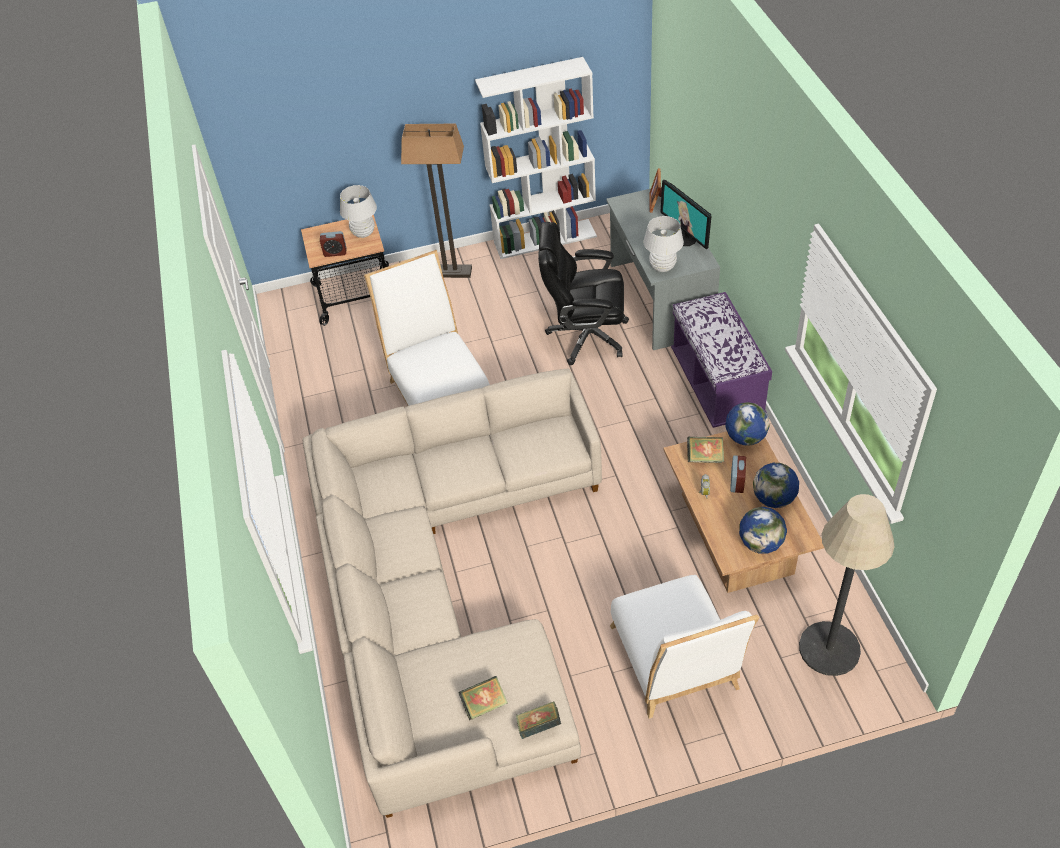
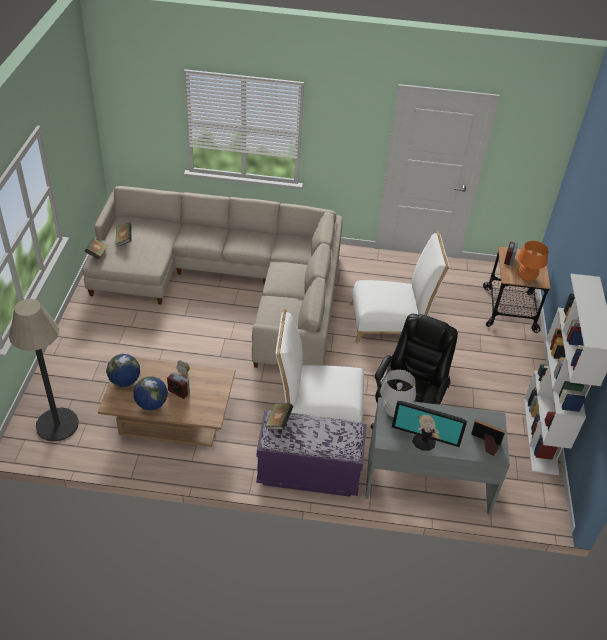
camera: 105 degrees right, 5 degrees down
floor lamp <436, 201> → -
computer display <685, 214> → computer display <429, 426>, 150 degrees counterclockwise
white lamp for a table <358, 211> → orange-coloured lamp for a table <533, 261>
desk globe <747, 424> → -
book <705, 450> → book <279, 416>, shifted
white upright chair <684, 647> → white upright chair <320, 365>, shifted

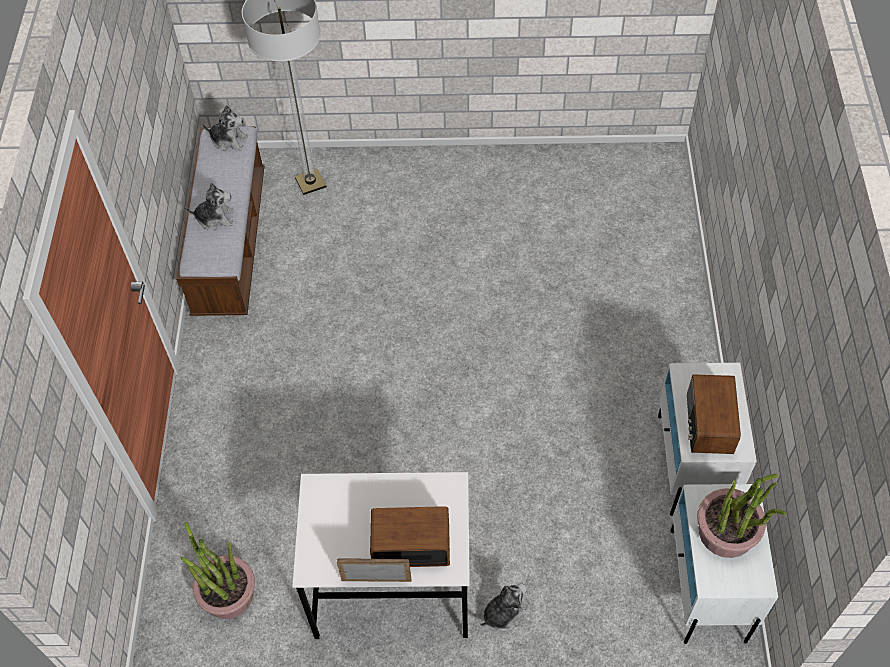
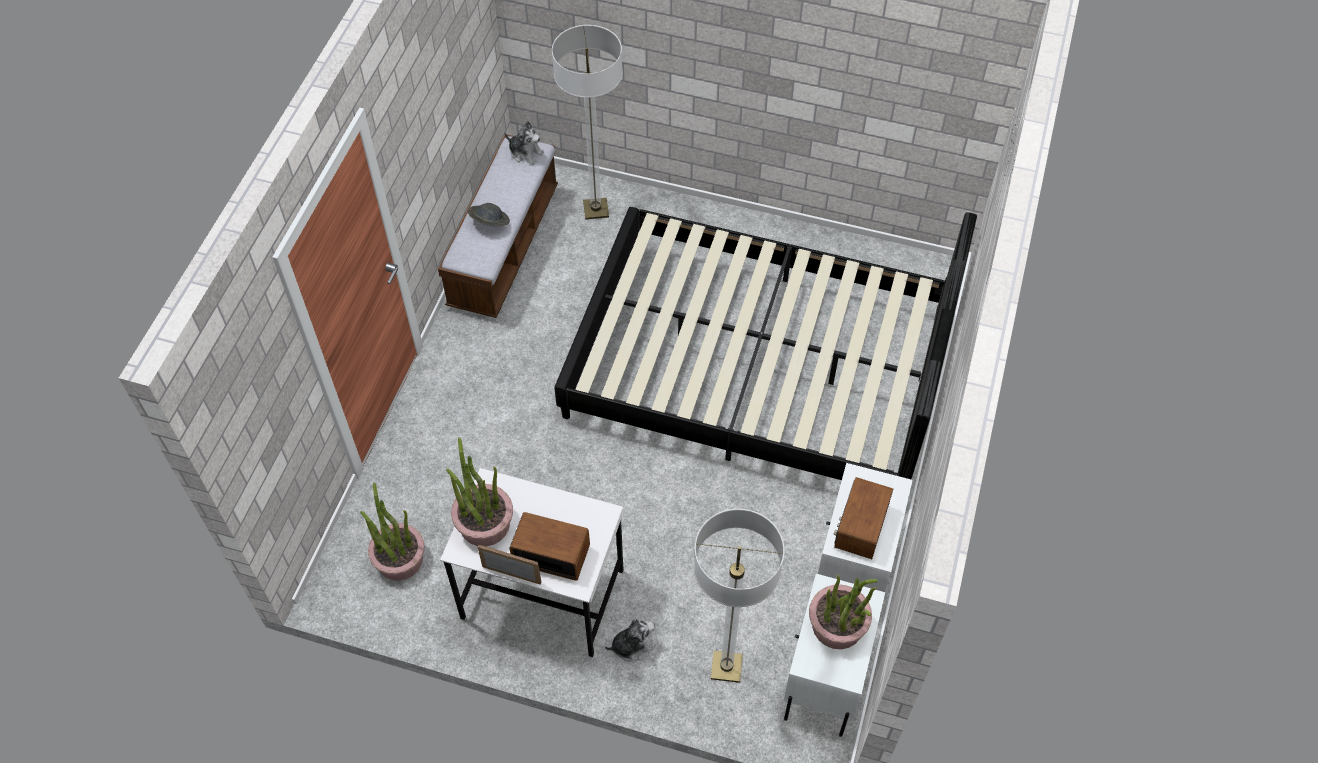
camera: 15 degrees right, 0 degrees up
soft toy <209, 206> → greyish clothing hat <489, 214>
- → black bed <765, 343>
- → houseplant <479, 491>
- → floor lamp <739, 596>

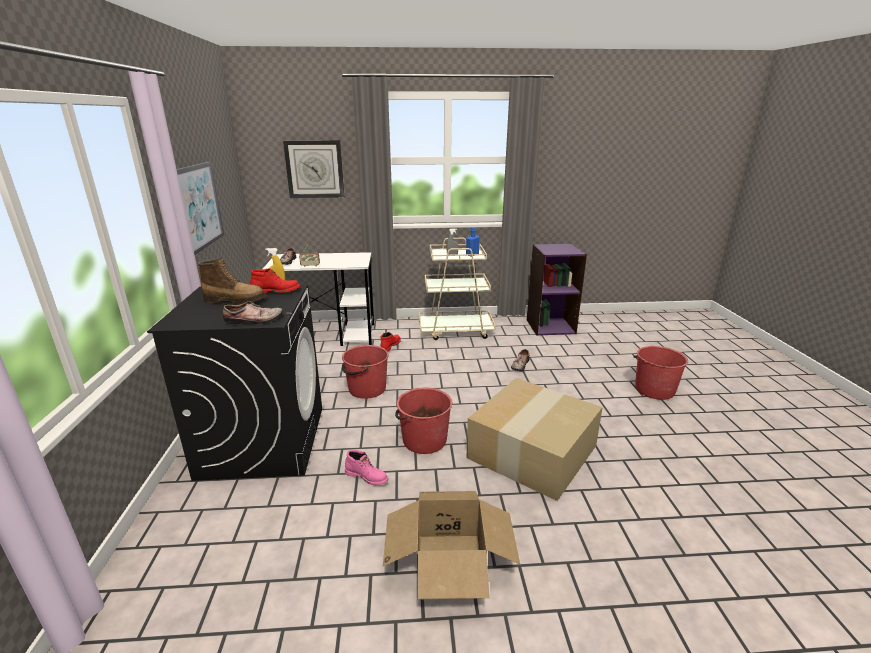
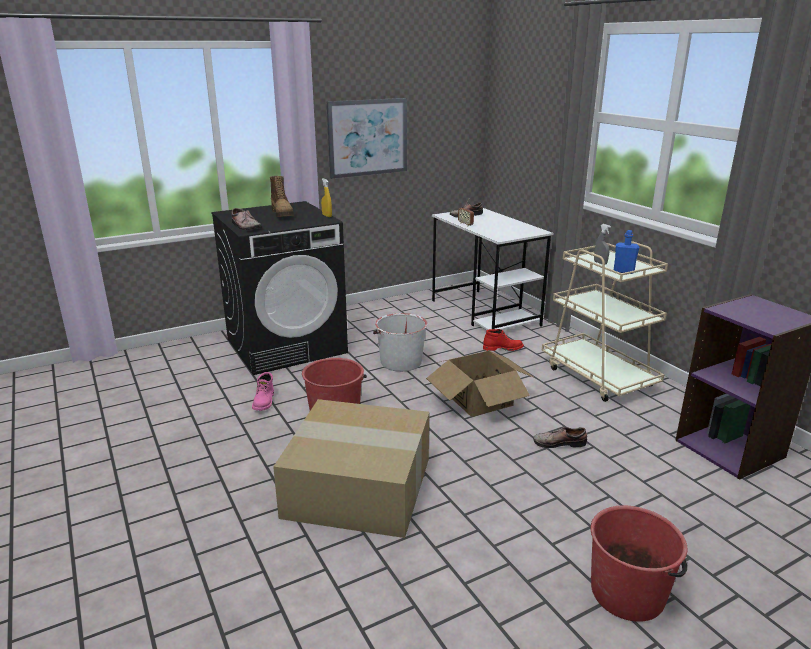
camera: 65 degrees right, 0 degrees up
clock on the wall <314, 169> → -
red high-top boot <275, 281> → -
red bucket <365, 372> → white bucket <400, 342>
packing box <451, 545> → packing box <480, 384>, shifted

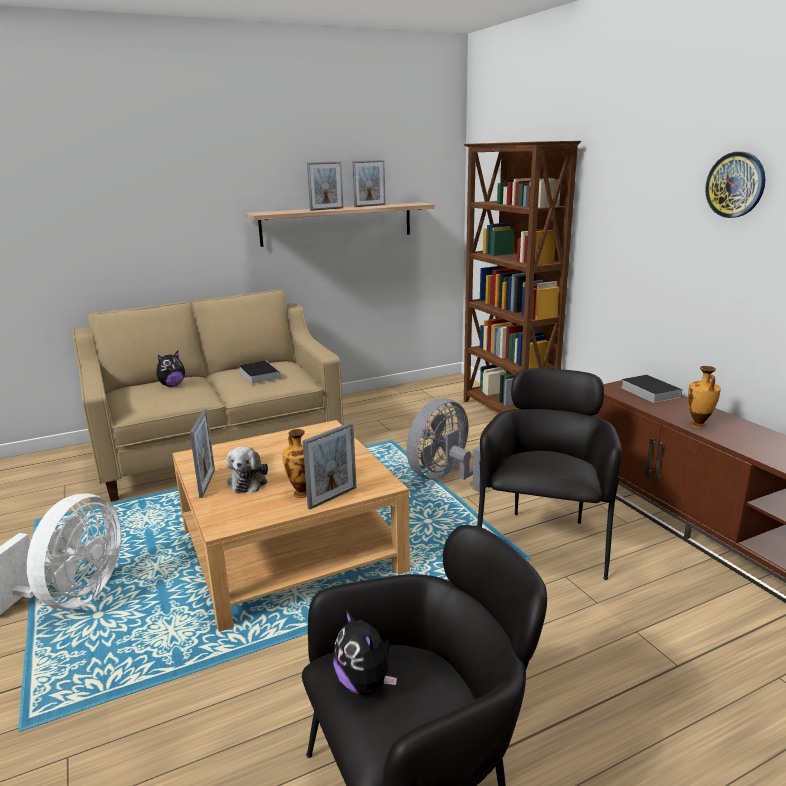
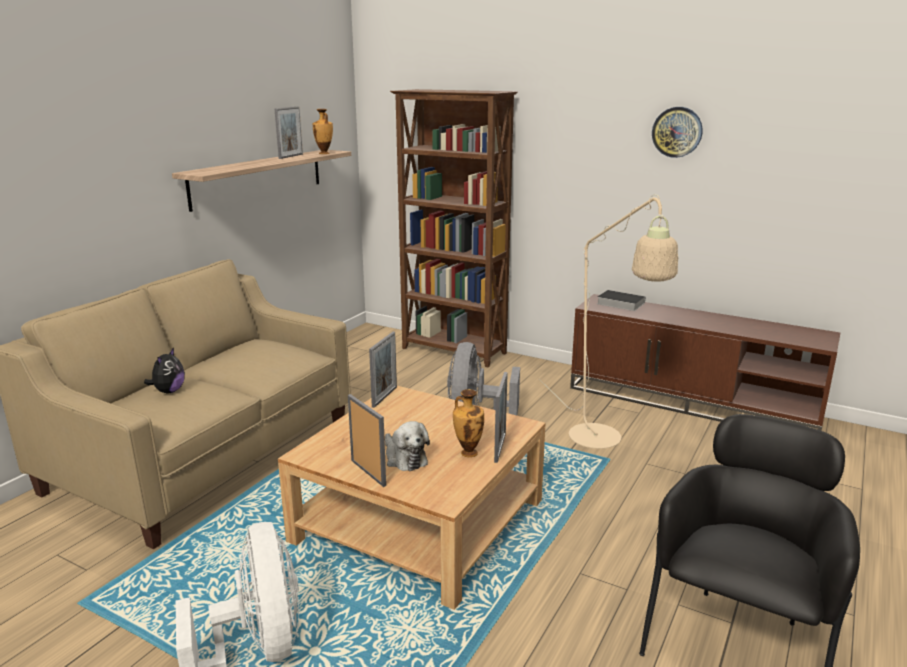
camera: 35 degrees left, 0 degrees up
picture frame <325, 186> → picture frame <383, 370>, shifted
book <259, 372> → -
decorative vase <704, 397> → decorative vase <323, 131>, shifted
black lounge chair <549, 474> → beige-coloured floor lamp <608, 321>
soft toy <365, 652> → -

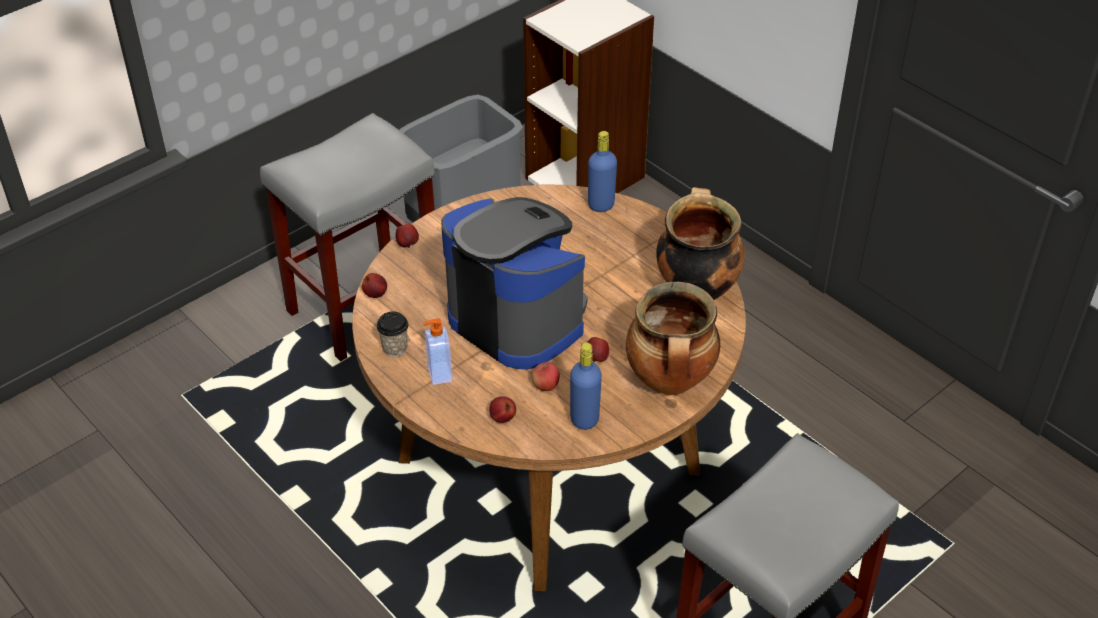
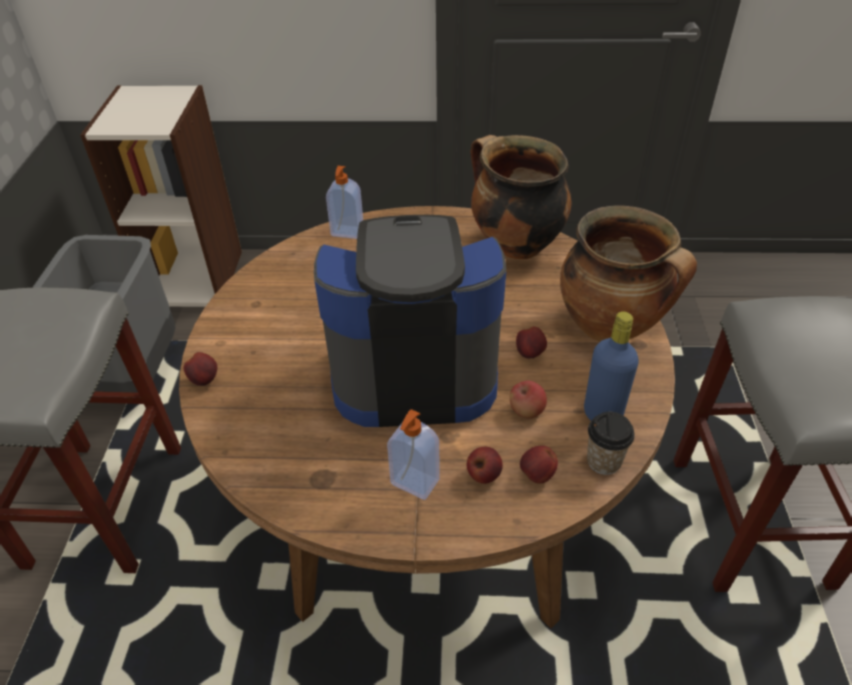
camera: 45 degrees left, 0 degrees up
blue-coloured bottle <602, 171> → soap bottle <344, 202>
whole apple <374, 285> → whole apple <485, 465>, shifted
cup <392, 334> → cup <611, 443>, shifted

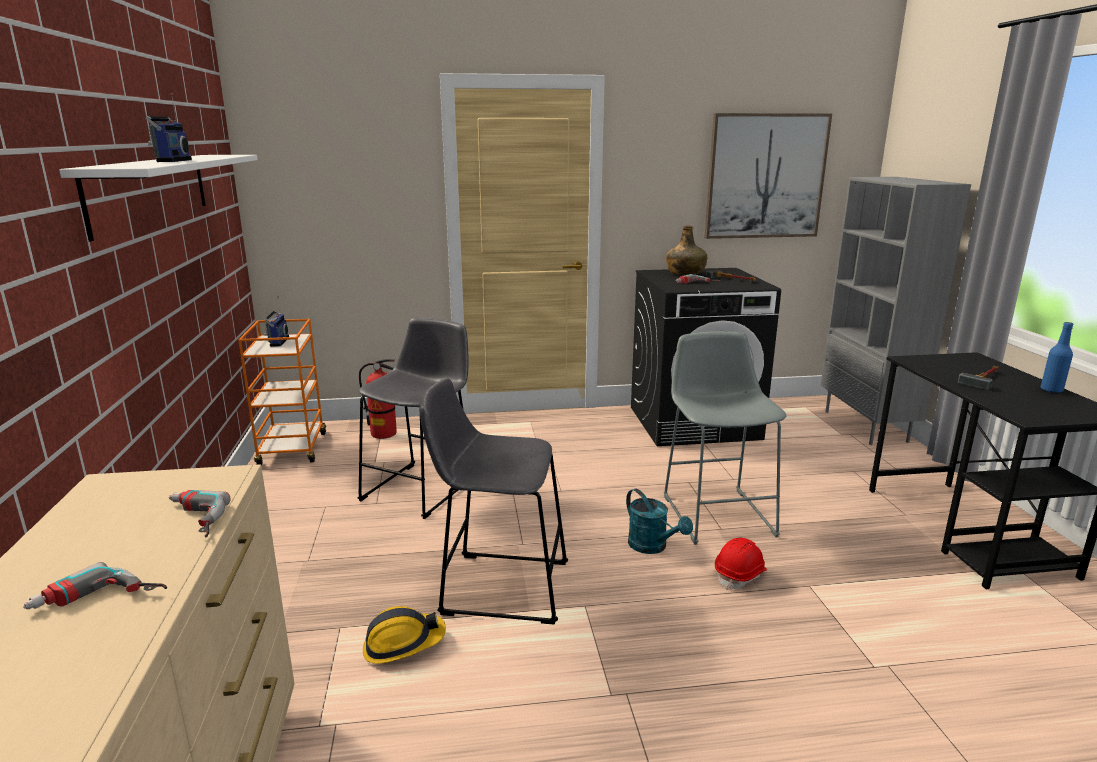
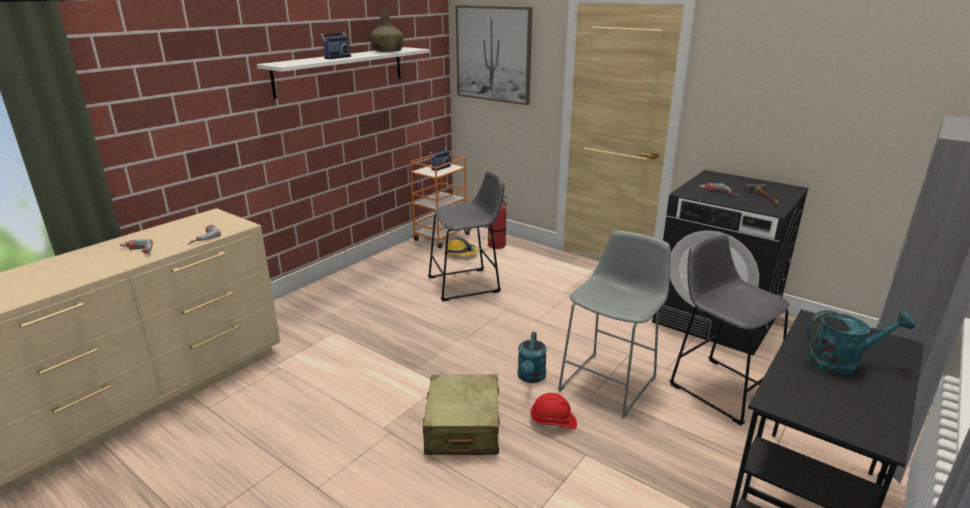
camera: 45 degrees right, 5 degrees up
picture <768, 176> → picture <494, 55>, shifted
greenish bottle <687, 250> → greenish bottle <387, 31>, shifted
blue-coloured bottle <1057, 357> → -
hand hammer <978, 378> → turquoise-coloured sprinkling can <860, 342>
greyish stool seat <493, 501> → greyish stool seat <729, 330>, shifted
safety helmet <404, 635> → safety helmet <461, 246>, shifted
- → beige-coloured piece of luggage <461, 414>

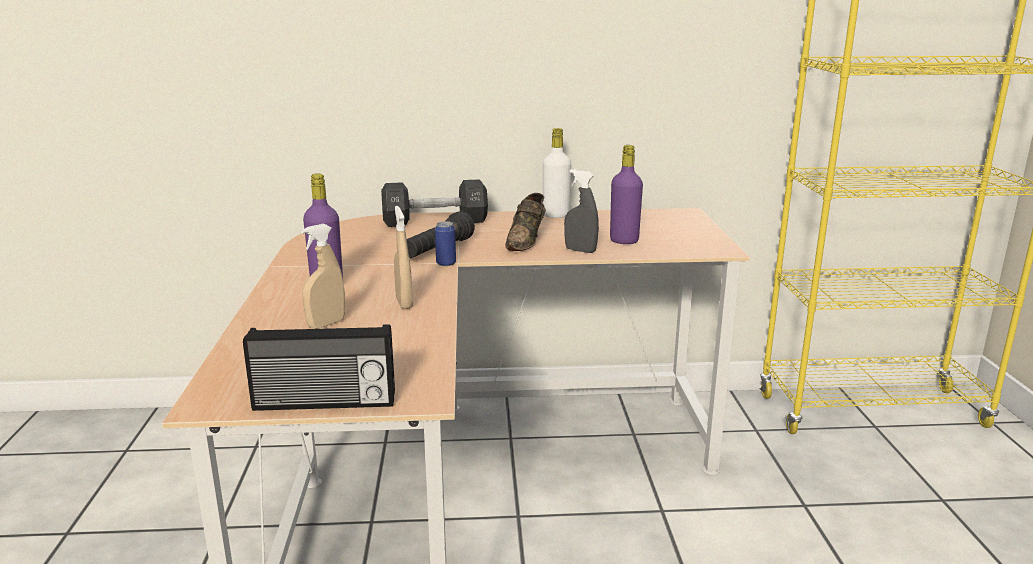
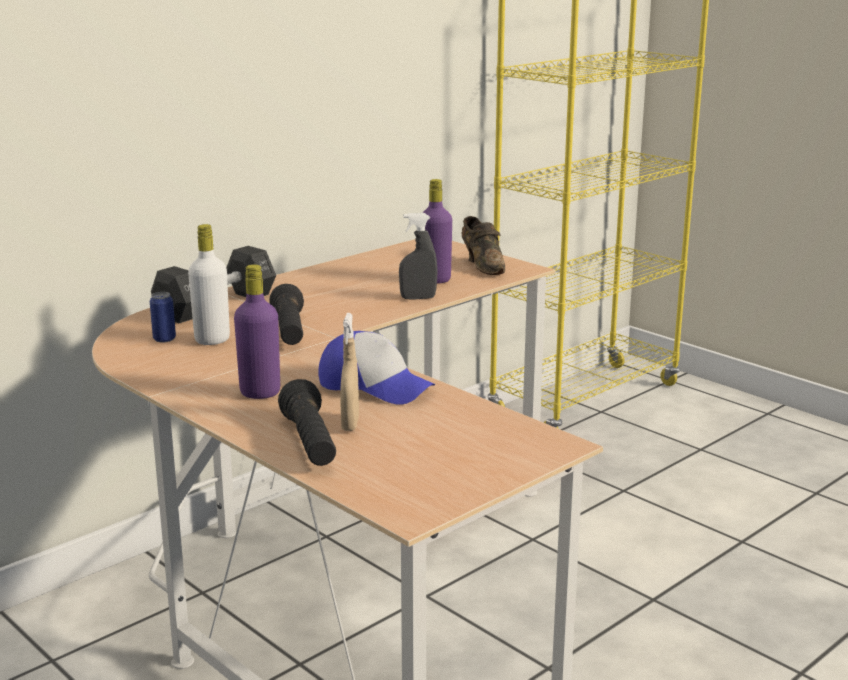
camera: 40 degrees left, 0 degrees up
white bottle <557, 173> → white bottle <209, 284>, shifted
brown low shoe <525, 222> → brown low shoe <483, 245>, shifted
beige-coloured sprayer <403, 257> → cap <376, 368>
metal can <445, 243> → metal can <163, 317>, shifted
radio <319, 367> → -
- → black hand torch <307, 422>

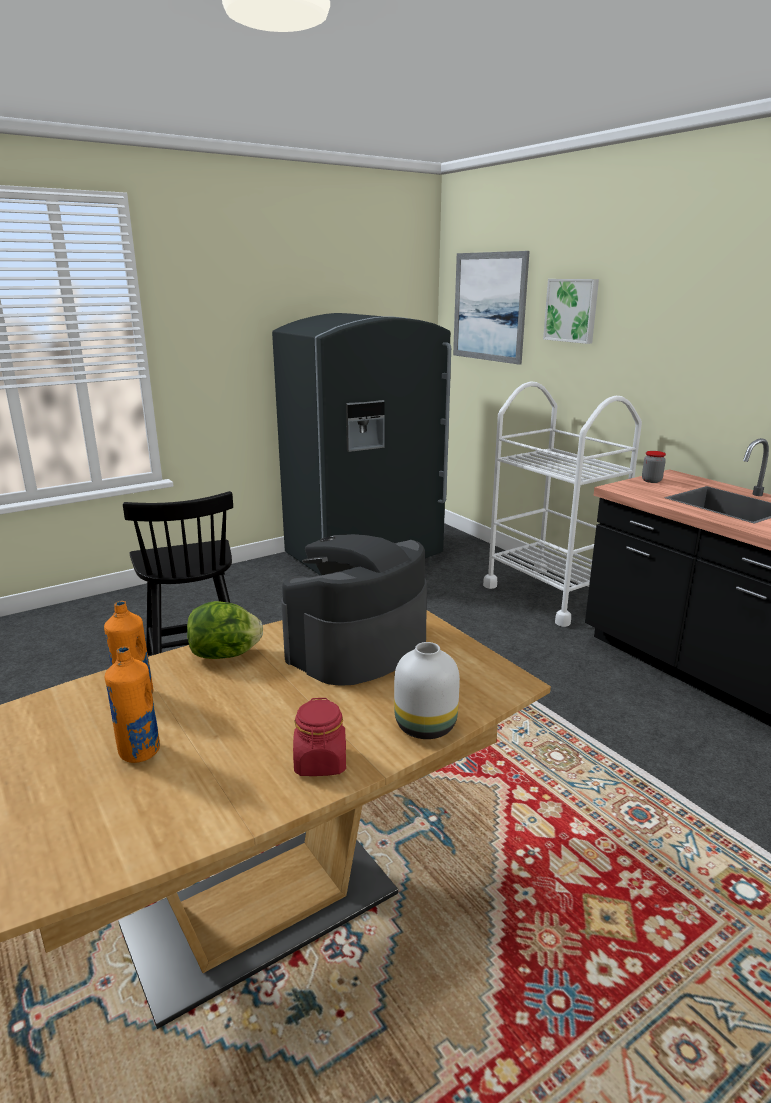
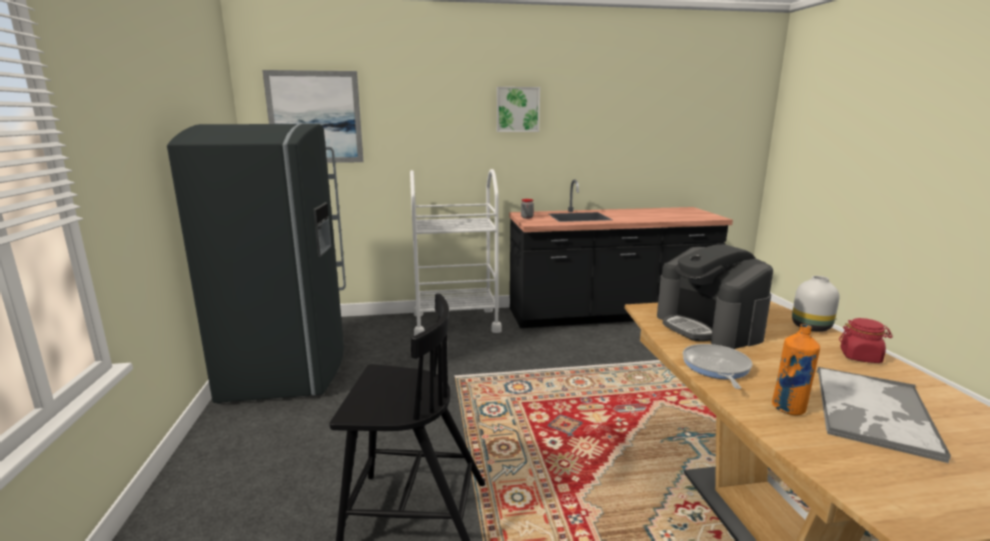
camera: 65 degrees left, 5 degrees down
picture <571, 311> → picture <518, 109>, shifted
lettuce <225, 630> → pan <717, 366>
orange-coloured bottle <132, 704> → tray <884, 415>

